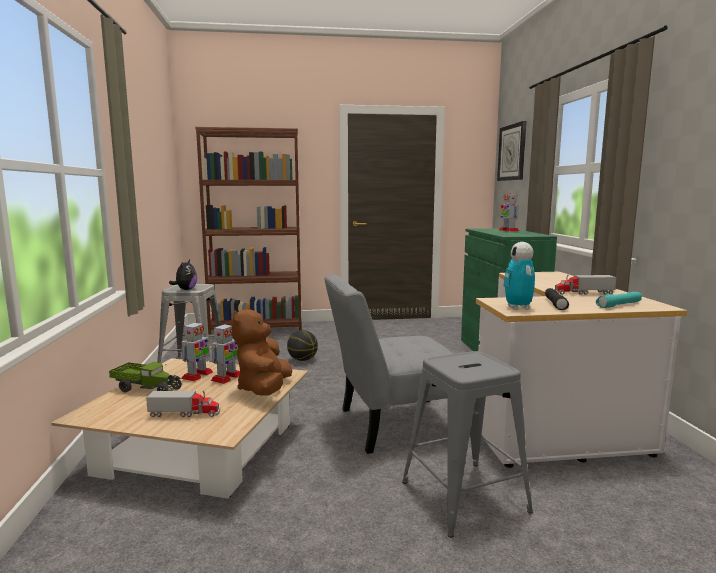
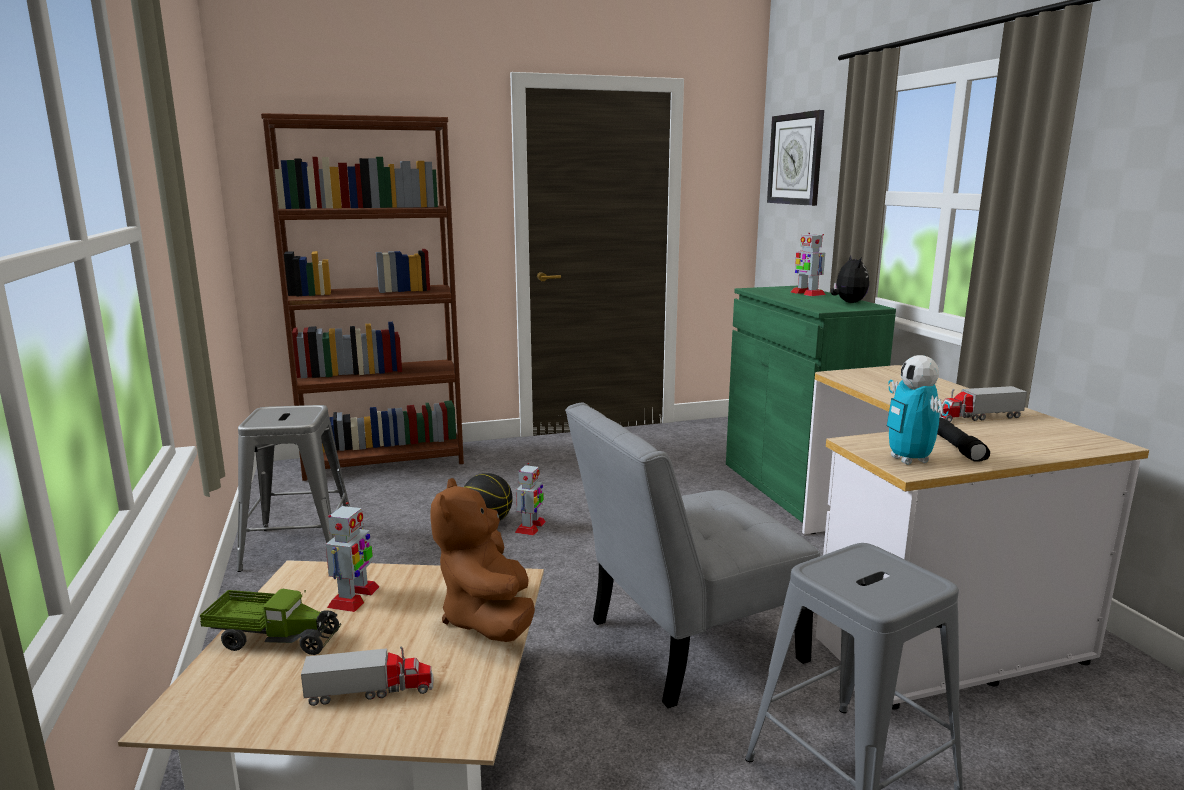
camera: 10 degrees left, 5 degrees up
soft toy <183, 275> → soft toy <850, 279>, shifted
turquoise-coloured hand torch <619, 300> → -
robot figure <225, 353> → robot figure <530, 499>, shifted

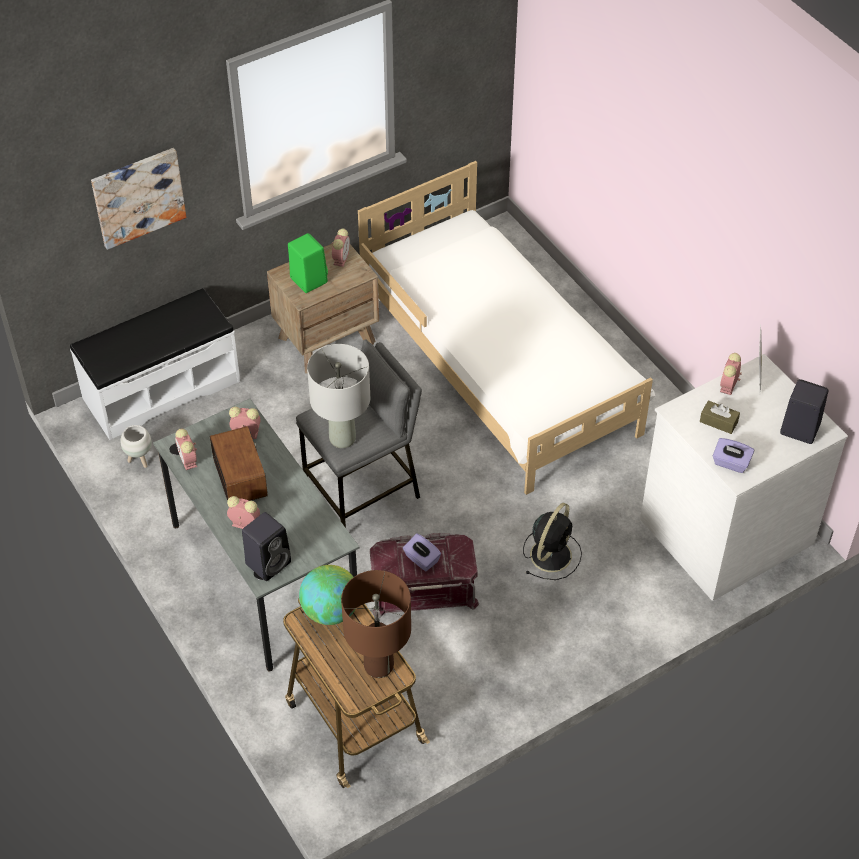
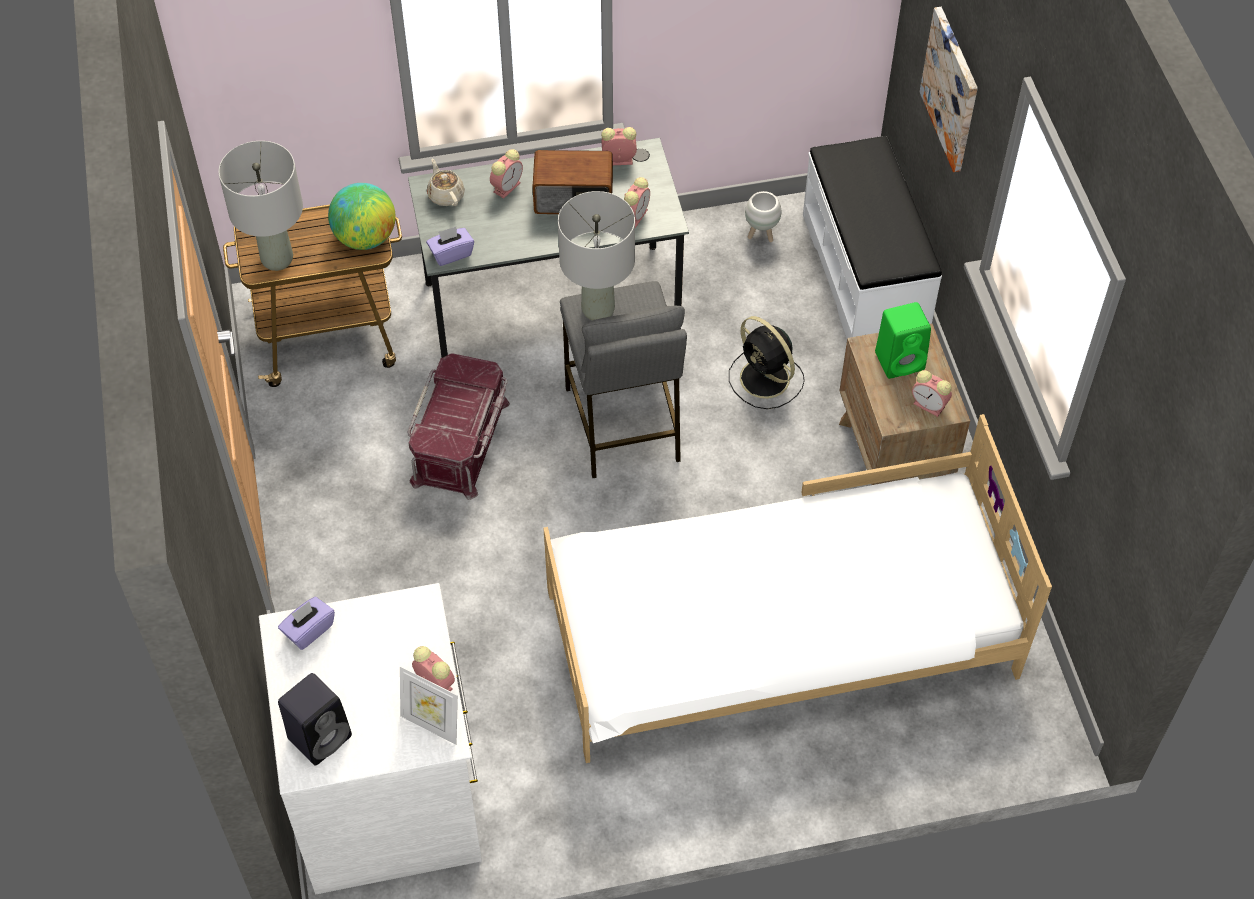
camera: 110 degrees right, 5 degrees up
brown tissue holder <720, 417> → -
black electric fan <552, 541> → black electric fan <767, 362>, shifted
black loudspeaker <266, 546> → beige-coloured tea pot <446, 182>
purple-coloured tissue holder <422, 552> → purple-coloured tissue holder <450, 246>, shifted
brown lamp for a table <376, 624> → greyish lamp for a table <260, 206>

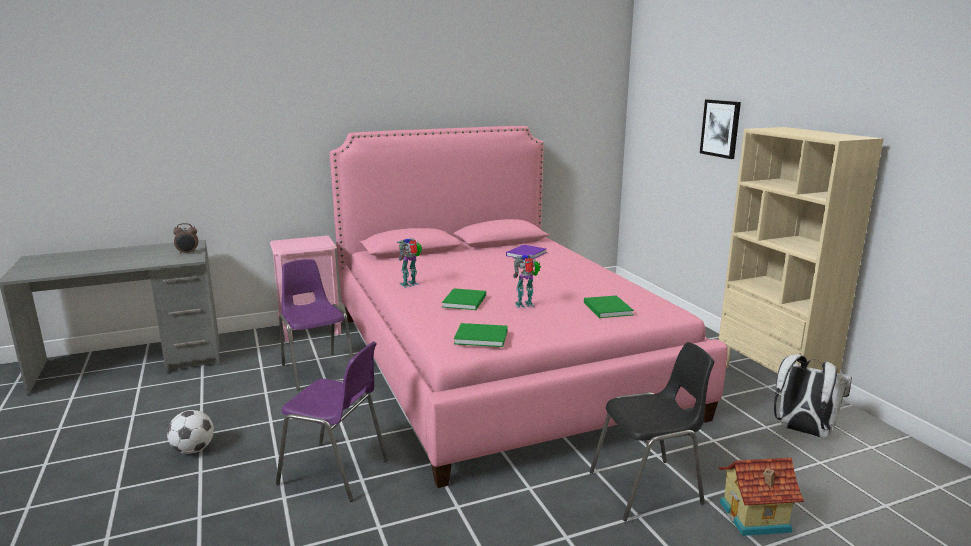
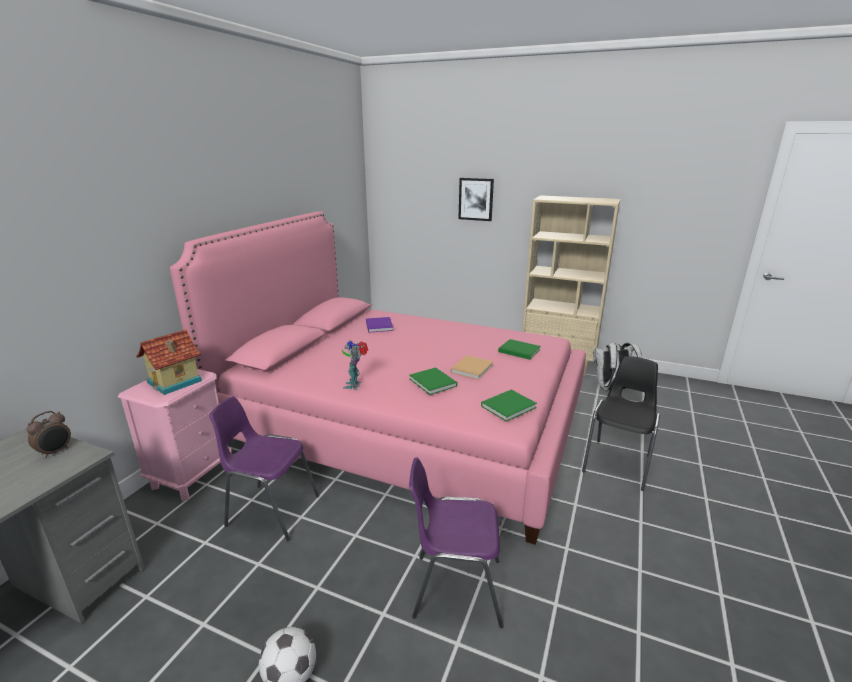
camera: 45 degrees left, 5 degrees up
robot figure <527, 281> → beige-coloured book <472, 367>
purple-coloured upright chair <332, 422> → purple-coloured upright chair <456, 543>, 150 degrees counterclockwise
model house <761, 497> → model house <169, 362>, shifted

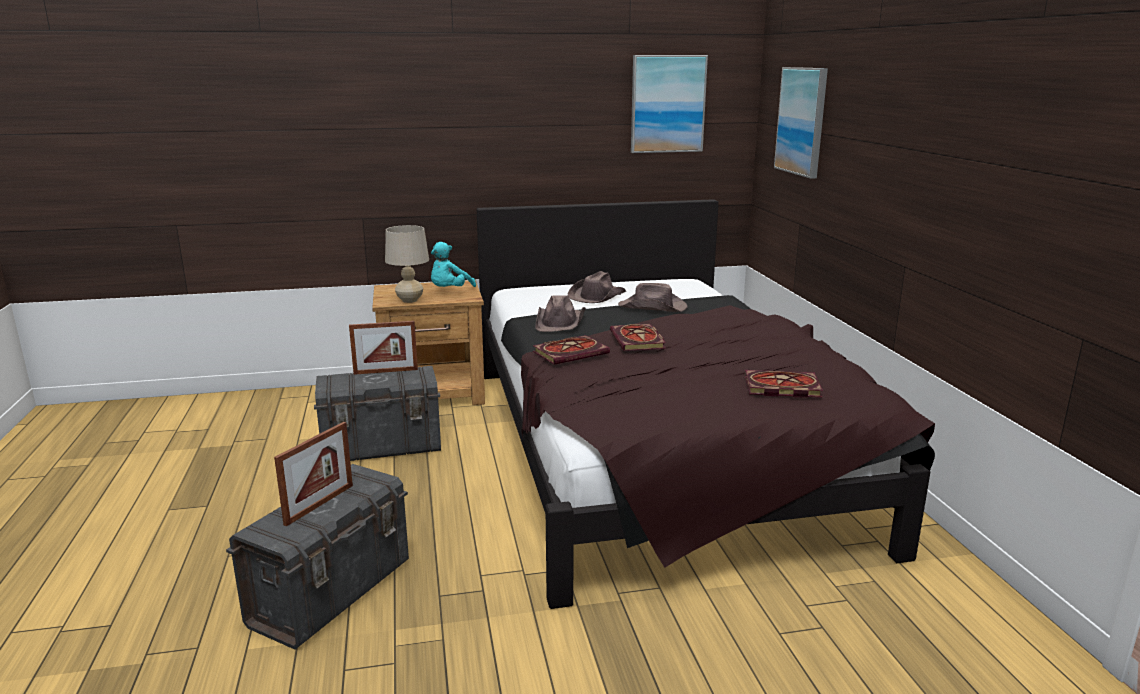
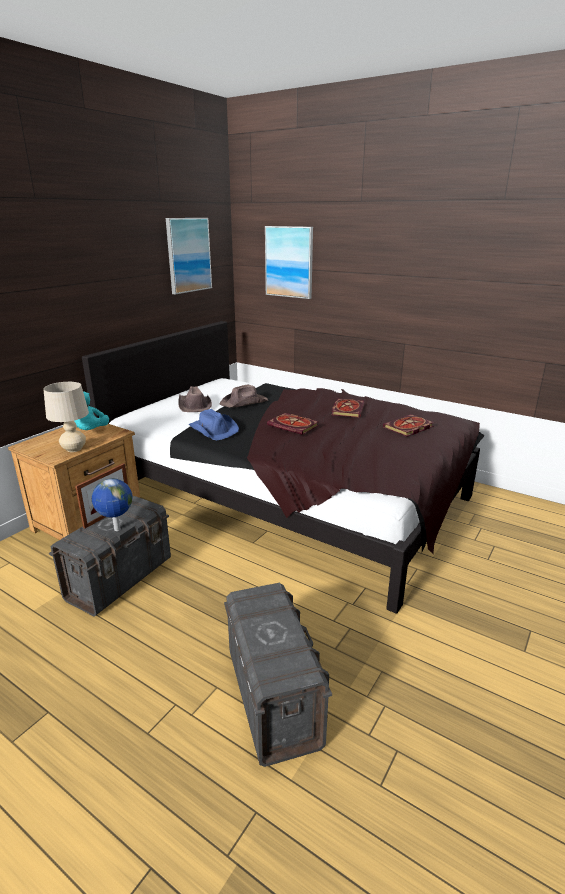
camera: 45 degrees left, 5 degrees up
brown clothing hat <560, 313> → blue-coloured clothing hat <214, 424>
book <571, 350> → book <348, 408>, shifted
picture frame <313, 474> → -
- → desk globe <112, 504>

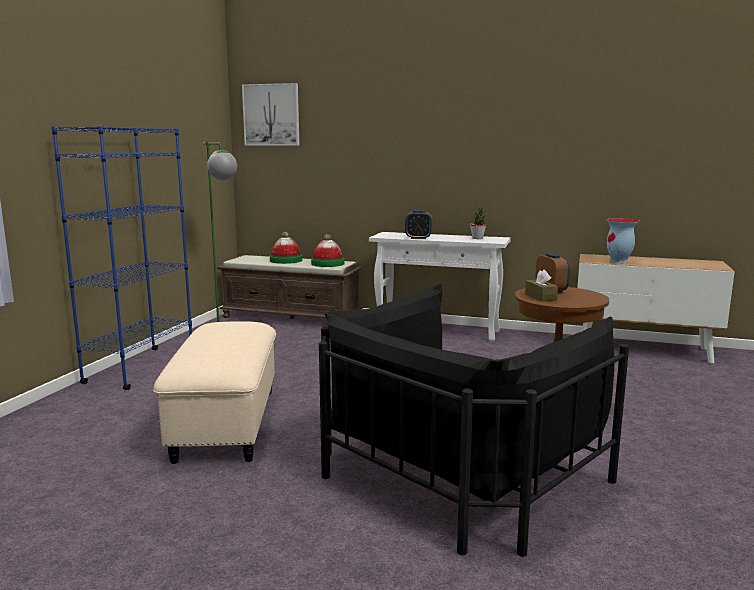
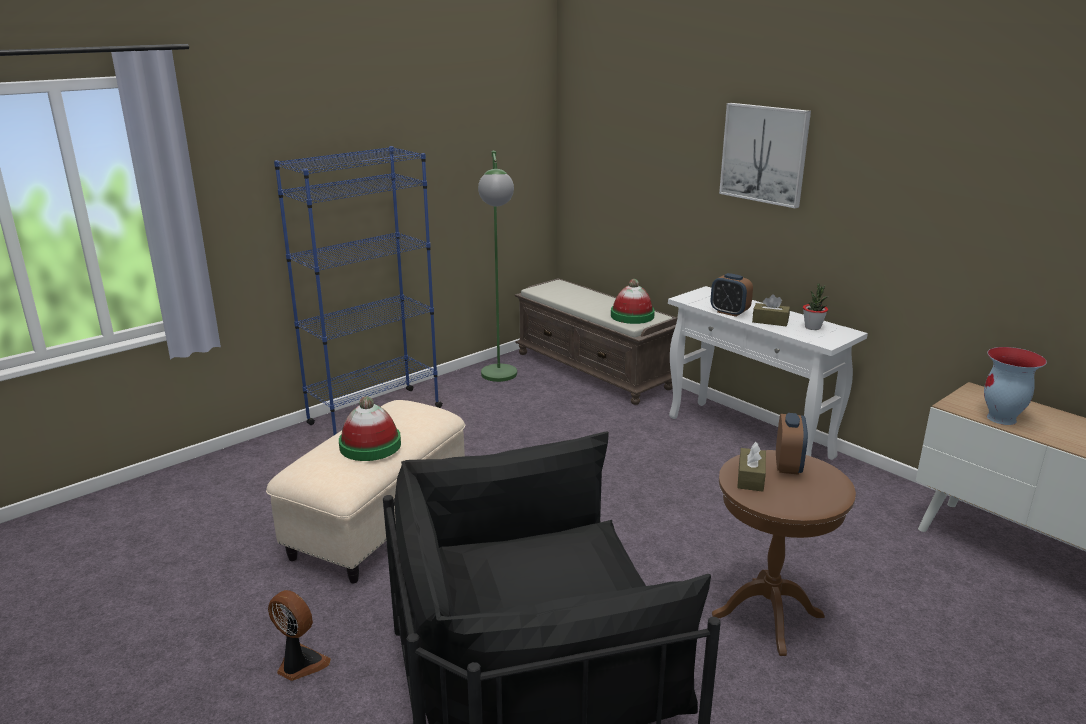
camera: 30 degrees right, 10 degrees up
picture <270, 114> → picture <765, 156>, shifted
clothing hat <286, 248> → clothing hat <370, 428>, shifted
- → brown tissue holder <771, 310>
- → electric fan <299, 635>

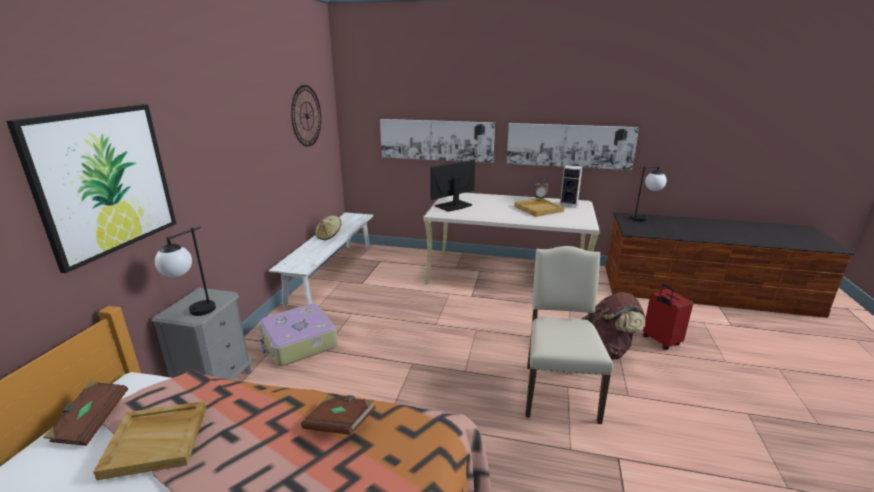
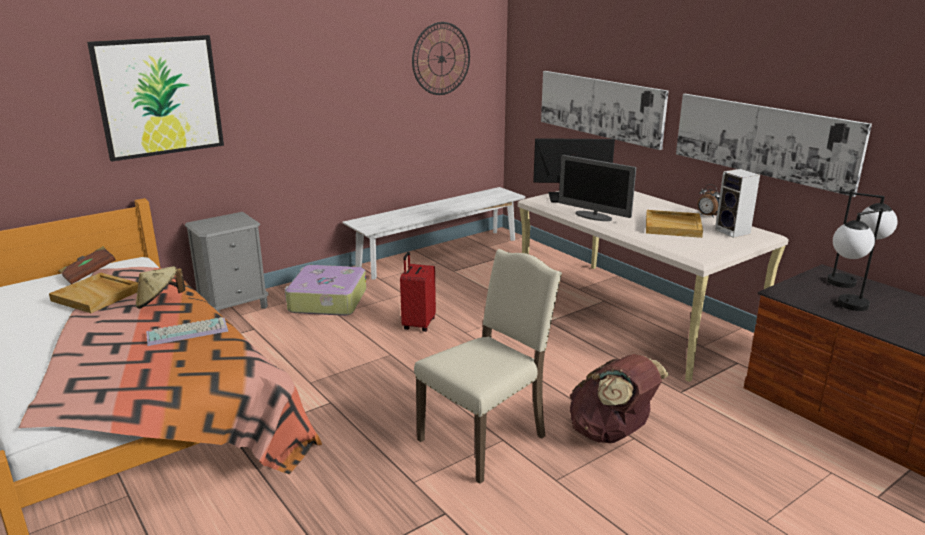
camera: 40 degrees right, 0 degrees up
beige-coloured clothing hat <328, 228> → beige-coloured clothing hat <160, 287>, shifted
lamp for a table <185, 271> → lamp for a table <861, 259>, shifted
red piece of luggage <667, 317> → red piece of luggage <418, 292>, shifted
brown book <338, 415> → keyboard <187, 331>
- → computer display <597, 188>

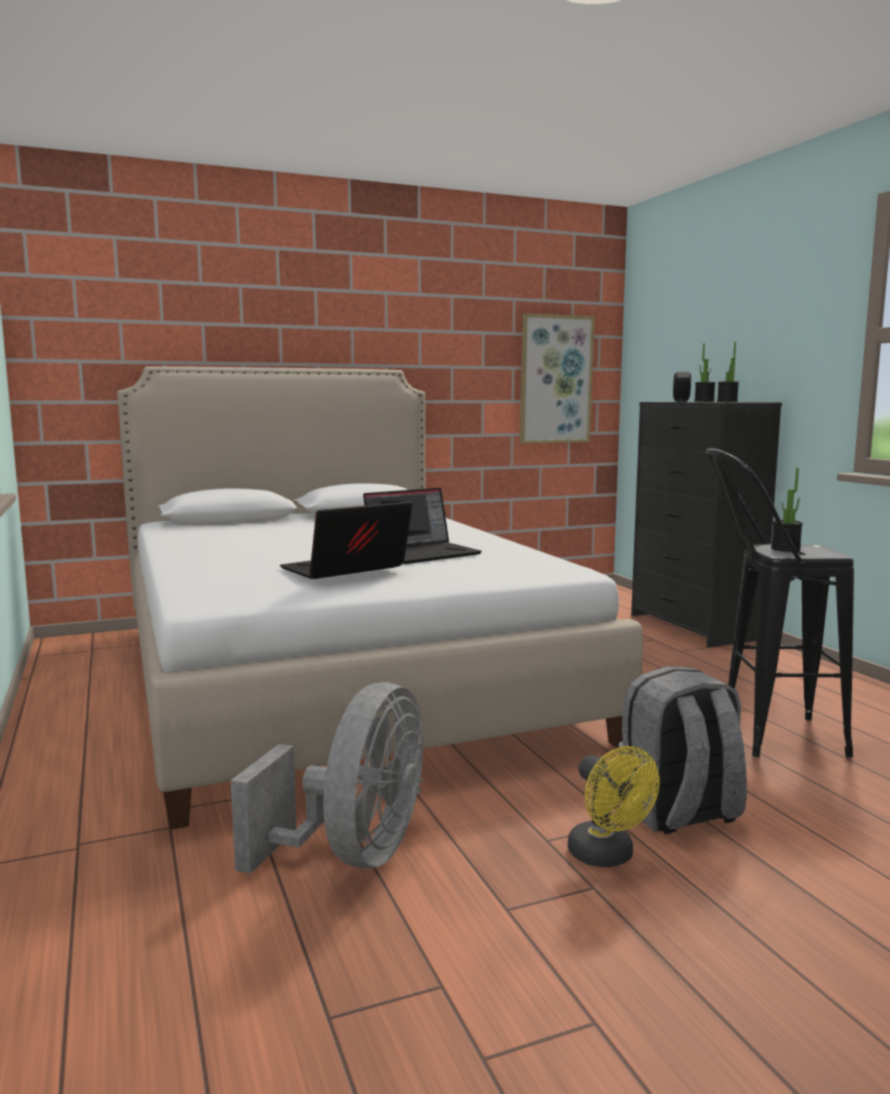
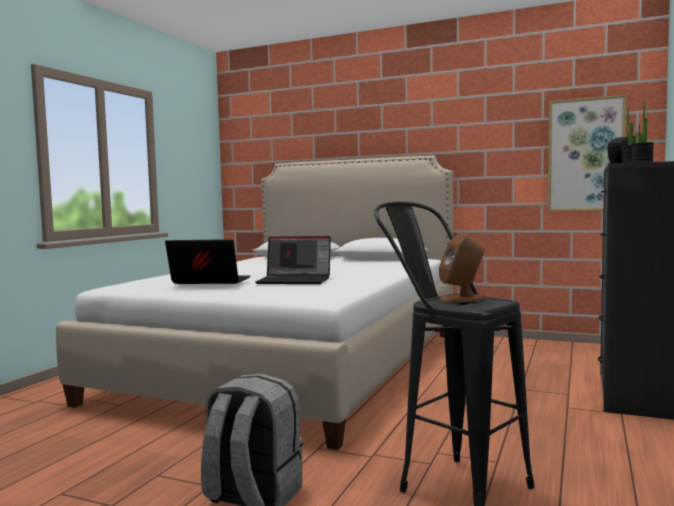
camera: 45 degrees right, 5 degrees down
houseplant <787, 510> → brown loudspeaker <461, 268>
greyish electric fan <327, 778> → -
yellowish electric fan <614, 806> → -

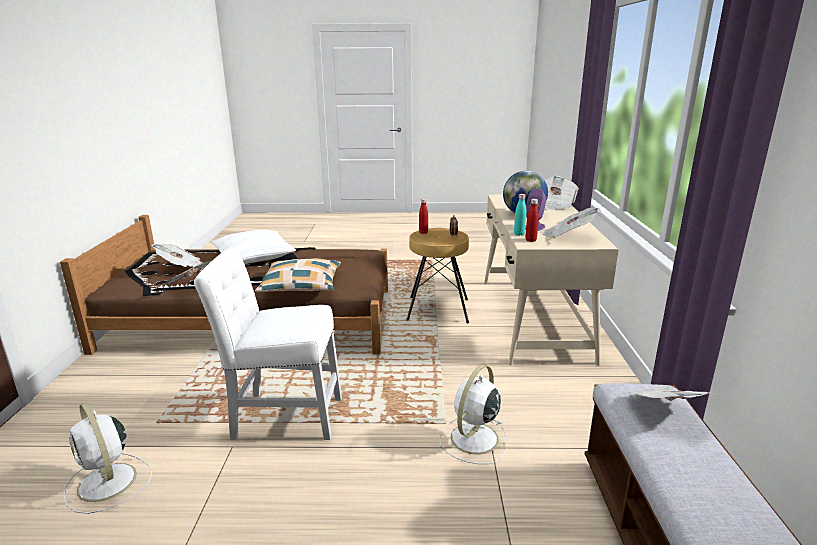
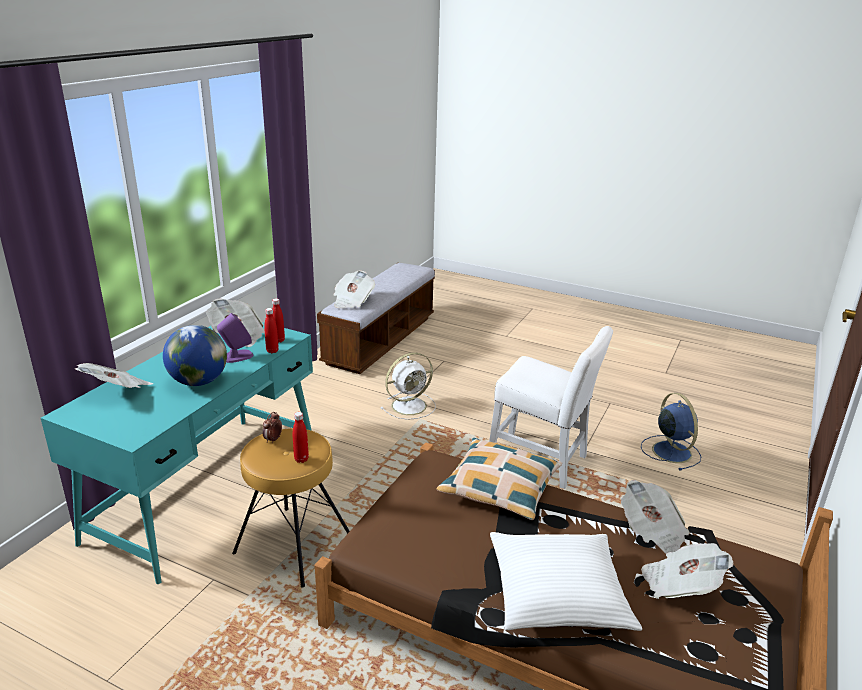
camera: 155 degrees left, 5 degrees up
turquoise-coloured bottle <520, 215> → red bottle <271, 330>
beige-coloured desk <551, 280> → turquoise-coloured desk <177, 453>
white electric fan <107, 458> → blue-coloured electric fan <671, 431>

